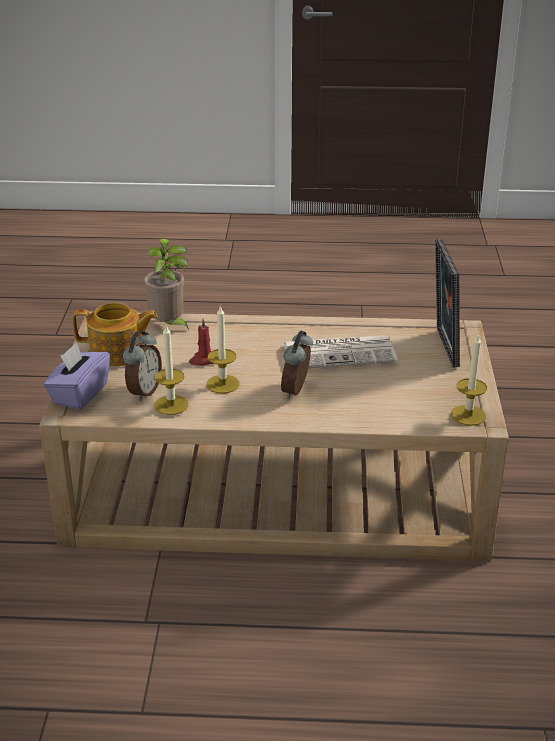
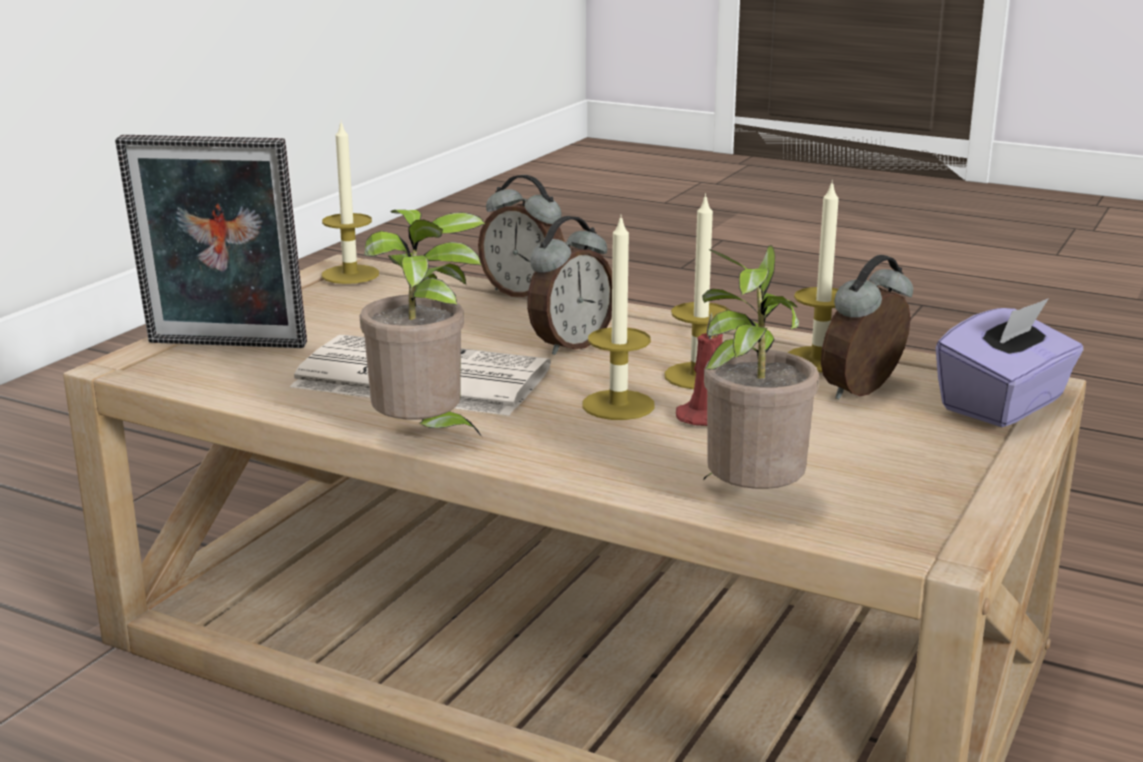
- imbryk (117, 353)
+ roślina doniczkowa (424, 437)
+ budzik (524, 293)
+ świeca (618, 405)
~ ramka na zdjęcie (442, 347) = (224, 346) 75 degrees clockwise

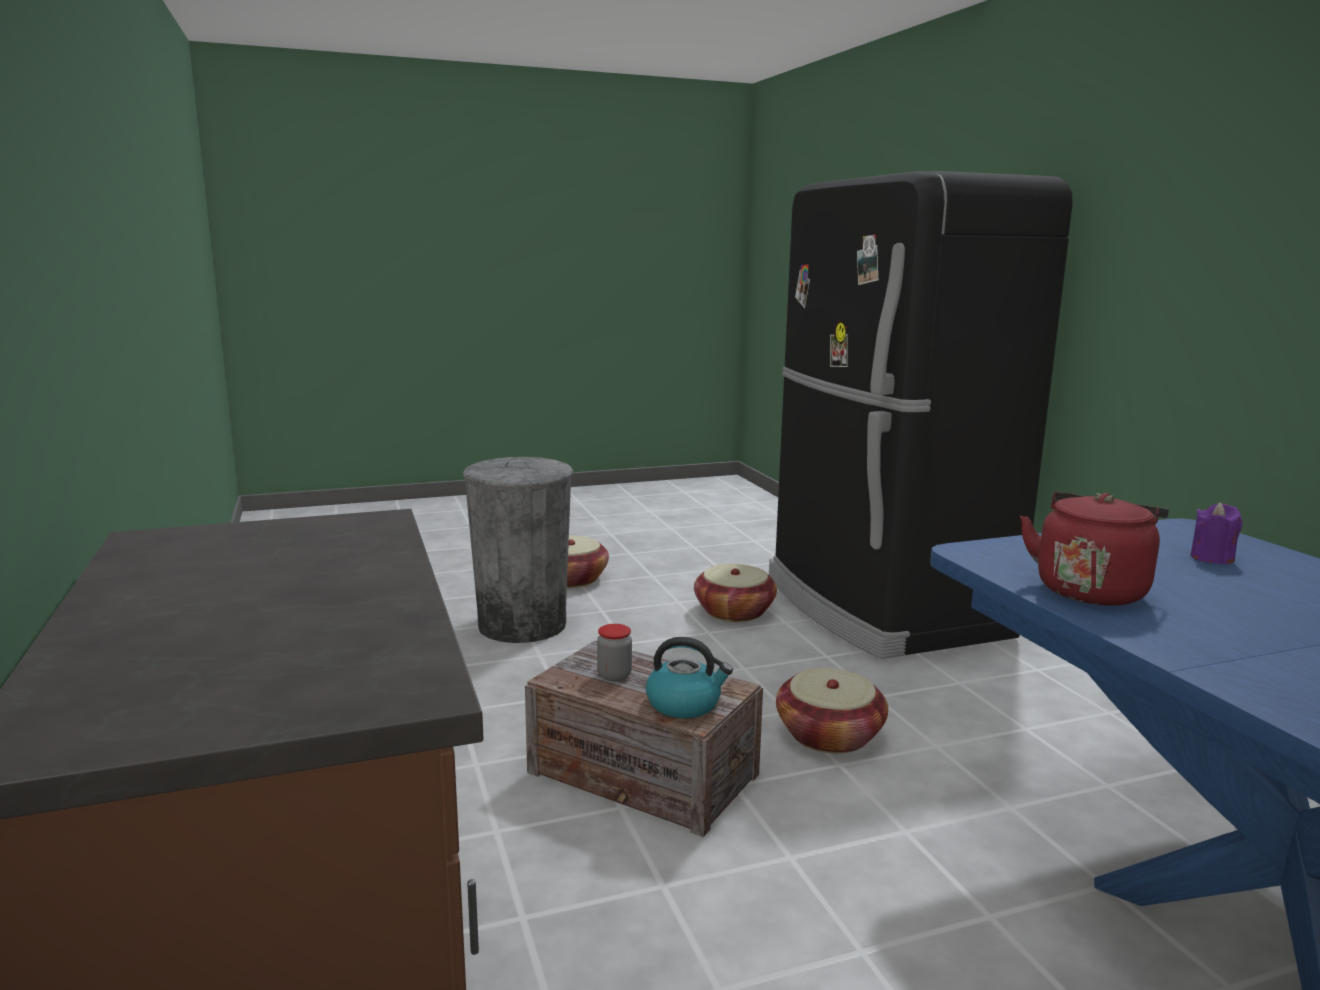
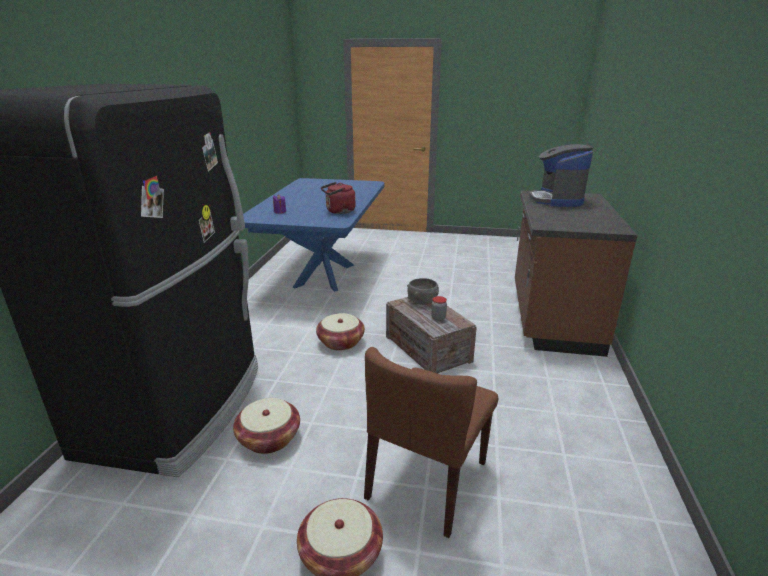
+ ekspres do kawy (556, 200)
~ kosz na śmieci [szary] (522, 624) to krzesło [brązowy] (427, 480)
~ czajnik (685, 704) to miska [szary] (422, 301)

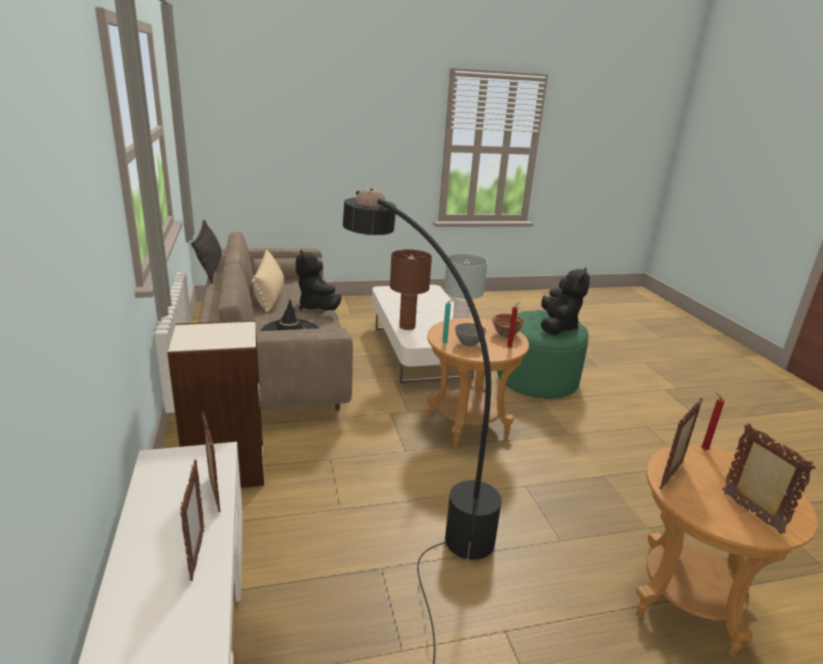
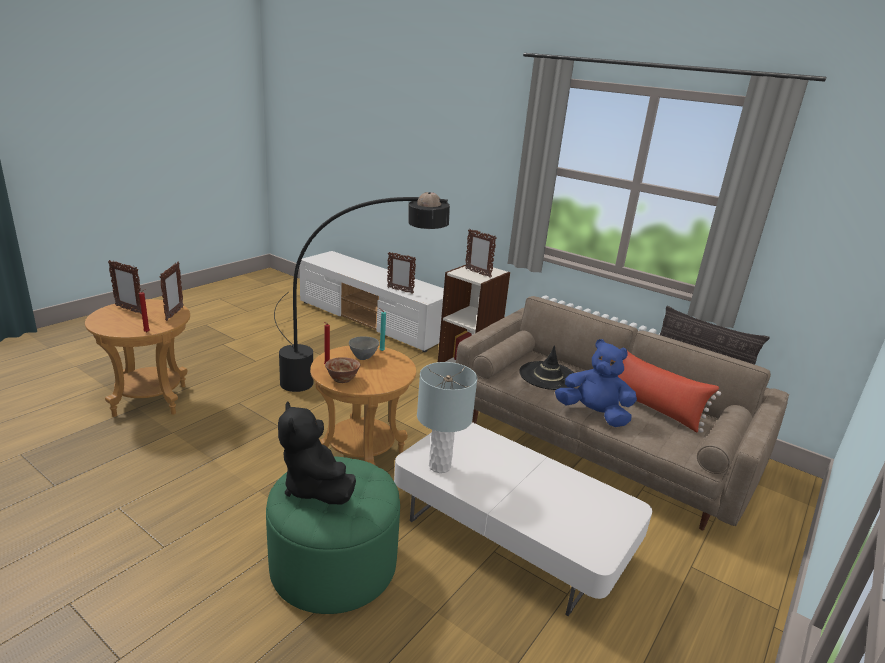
- lampa stołowa [brązowy] (407, 326)
~ ramka na zdjęcie (197, 555) to (477, 273)
~ poduszka [beżowy] (270, 296) to poduszka [czerwony] (654, 408)
~ pluszak [czarny] (317, 307) to pluszak [niebieski] (593, 414)

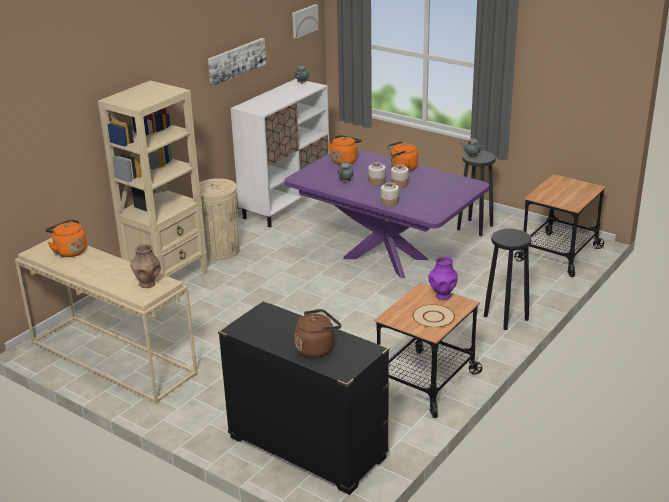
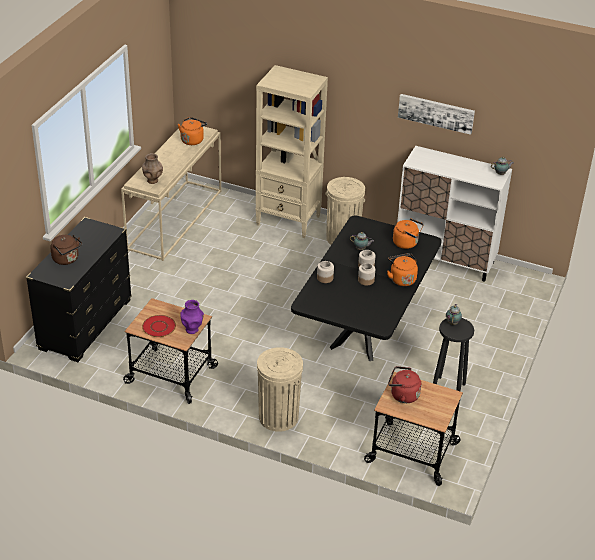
- obraz (304, 21)
+ czajnik [czerwony] (402, 395)
~ stołek [czarny] (505, 318) to kosz na śmieci [beżowy] (278, 417)
~ stół jadalny [fioletowy] (385, 258) to stół jadalny [czarny] (363, 333)
~ talerz [beżowy] (433, 317) to talerz [czerwony] (159, 327)

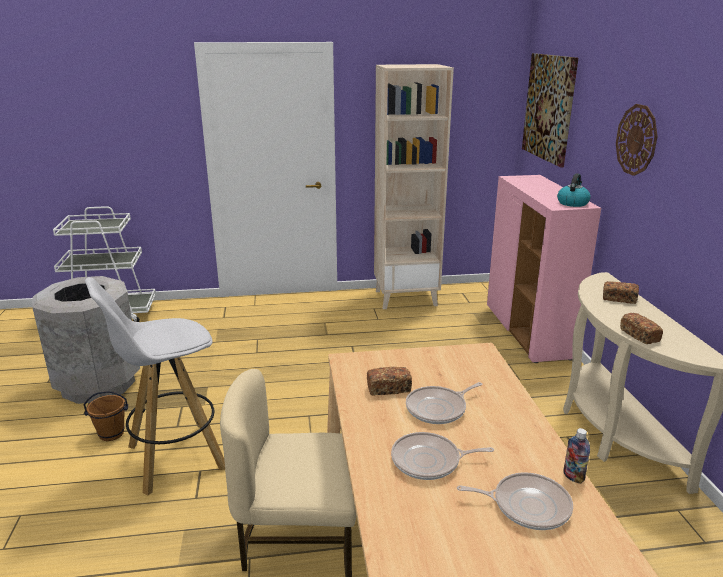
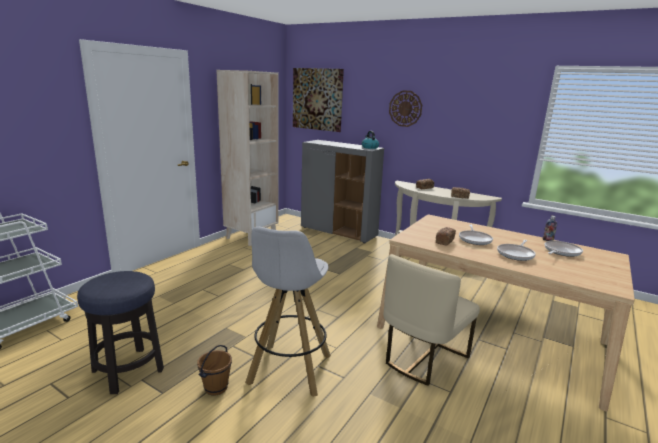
~ kosz na śmieci [szary] (98, 383) to stołek (128, 370)
~ szafka [różowy] (528, 332) to szafka [szary] (339, 232)

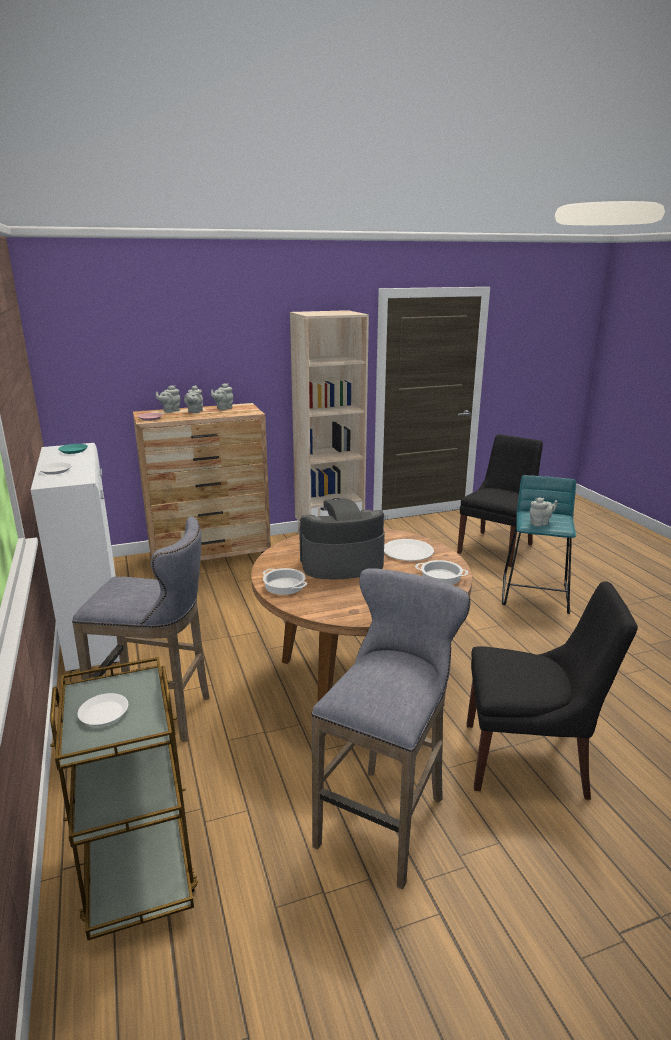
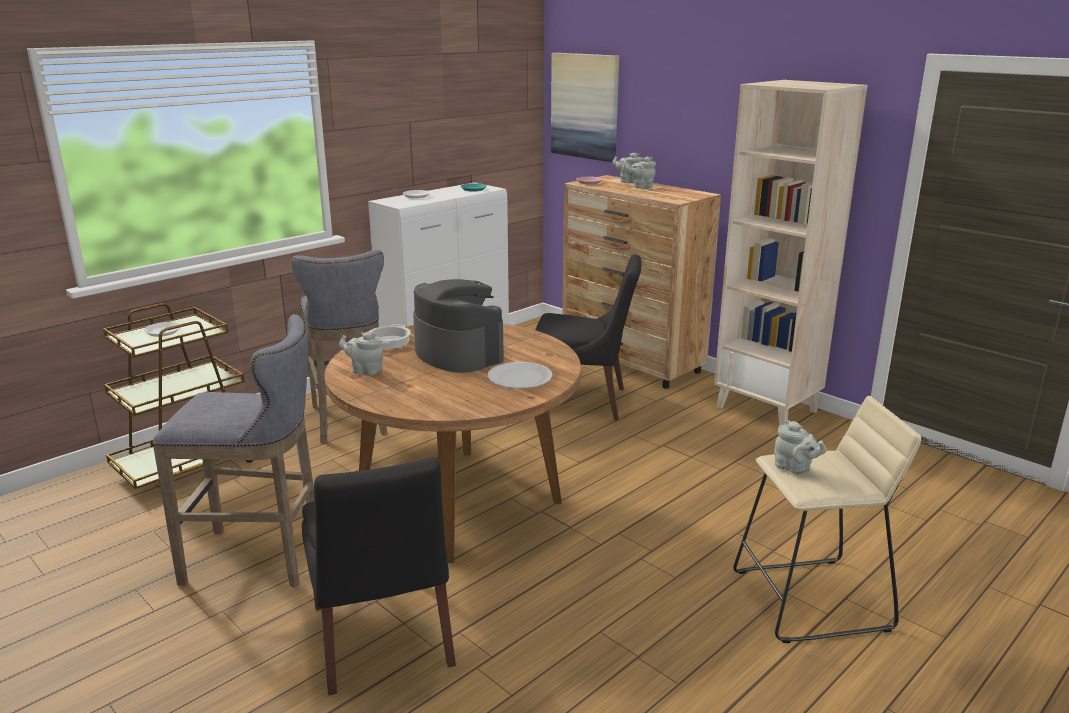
- garnek (441, 576)
+ obraz (585, 106)
~ imbryk [szary] (223, 408) to (365, 370)
~ krzesło [czarny] (496, 547) to (583, 402)
~ stołek [turkusowy] (535, 594) to stołek [beżowy] (811, 600)

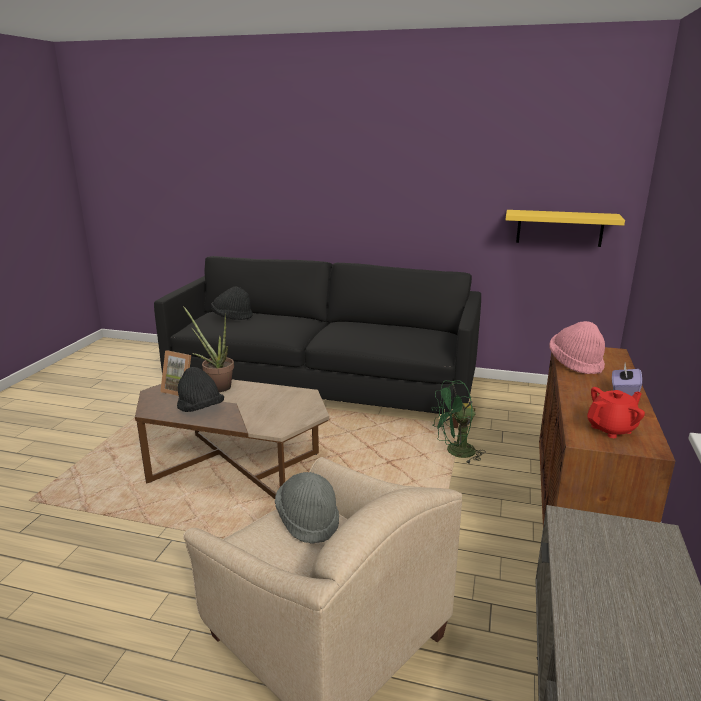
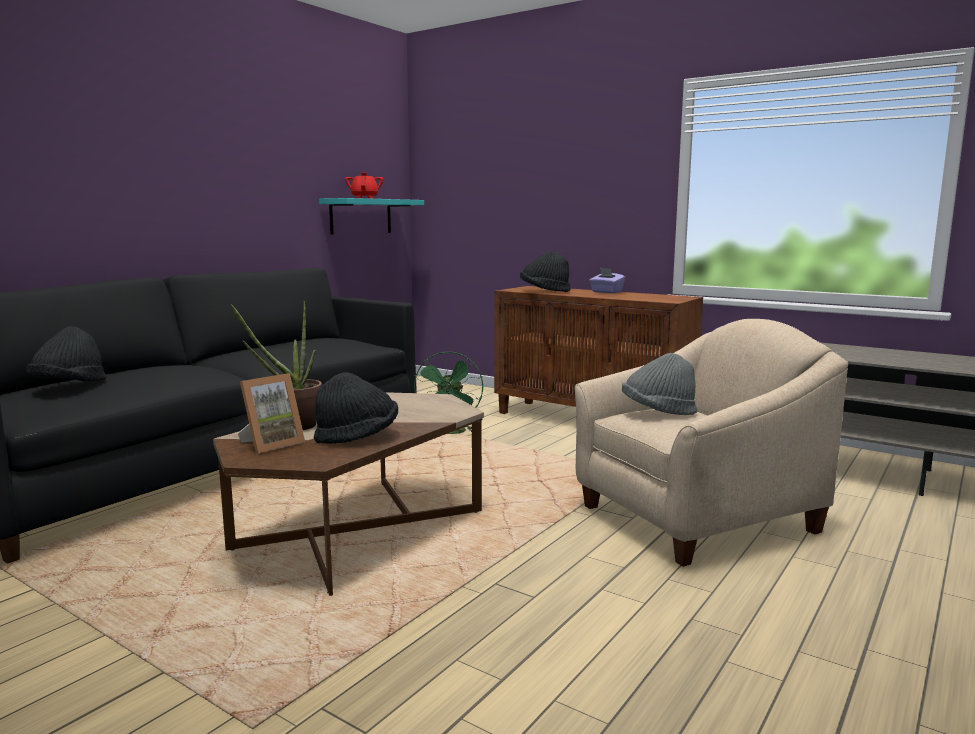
~ imbryk [czerwony] (611, 429) to (365, 198)
~ półka [żółty] (559, 228) to półka [turkusowy] (361, 216)
~ kapelusz [różowy] (575, 363) to kapelusz [czarny] (544, 291)

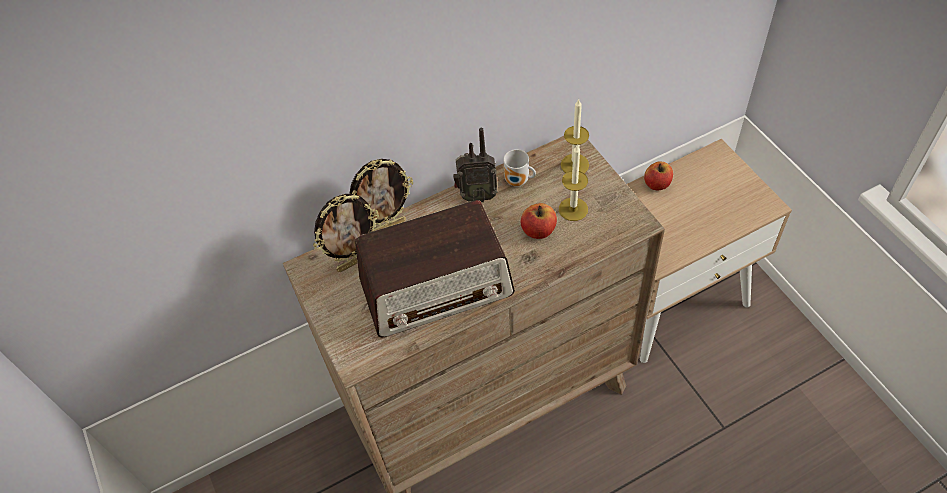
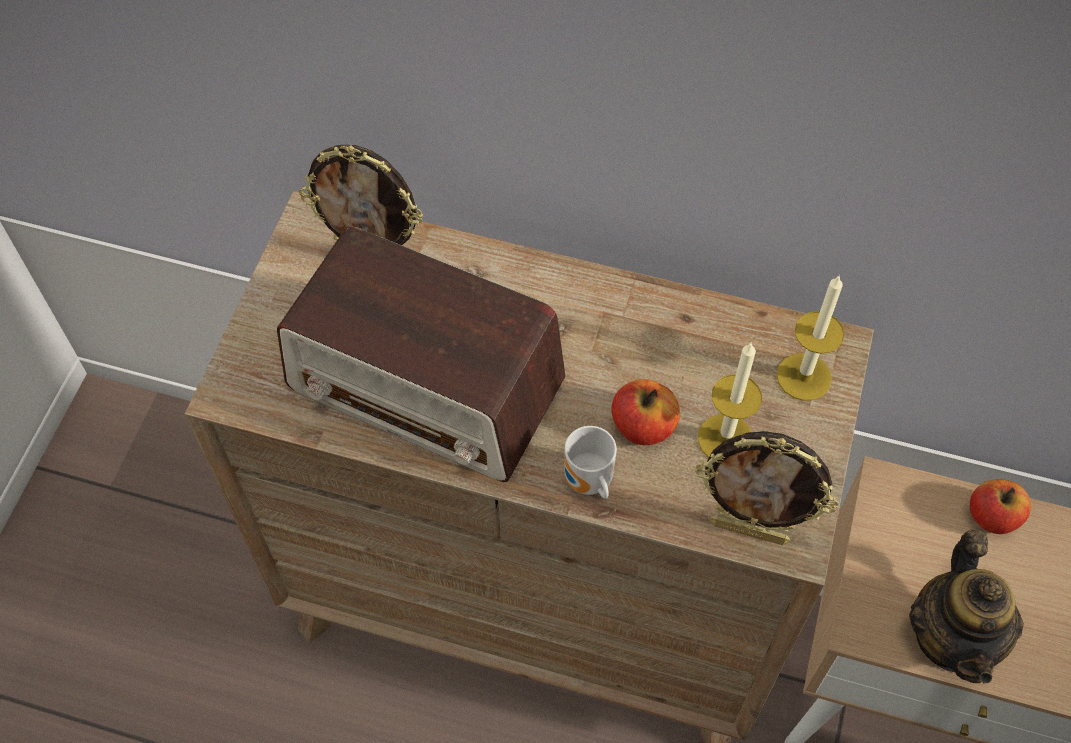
- radio (476, 196)
+ imbryk (951, 637)
~ ramka na zdjęcie (387, 227) to (750, 530)
~ kubek (518, 182) to (587, 483)

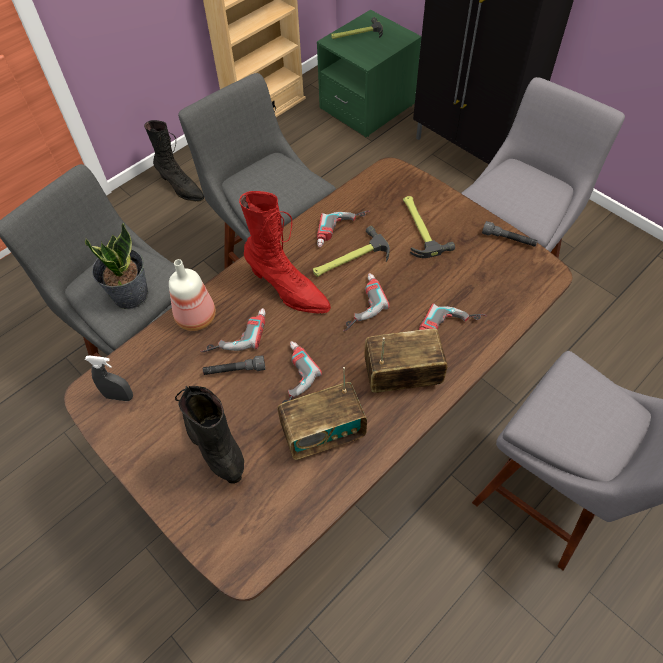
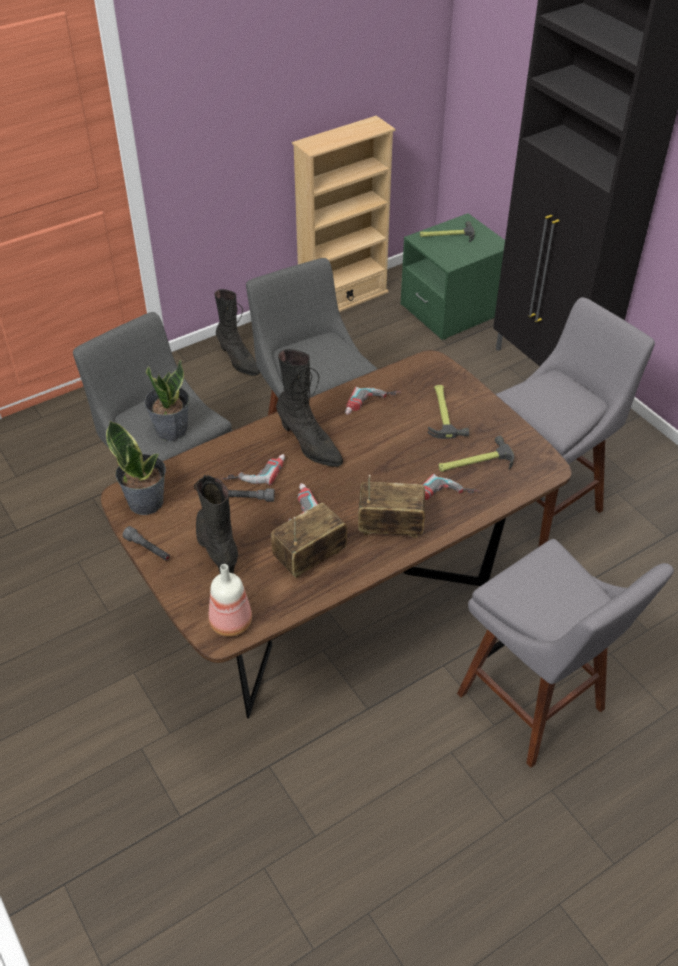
- wiertarka (358, 304)
~ butelka (197, 318) to (231, 623)
~ młotek (349, 259) to (474, 462)
~ latarka [szary] (508, 239) to (148, 549)
~ spryskiwacz [szary] (119, 396) to roślina doniczkowa (146, 501)
~ but z cholewką [czerwony] (287, 290) to but z cholewką [czarny] (309, 445)
~ radio (323, 433) = (310, 557) 150 degrees clockwise

